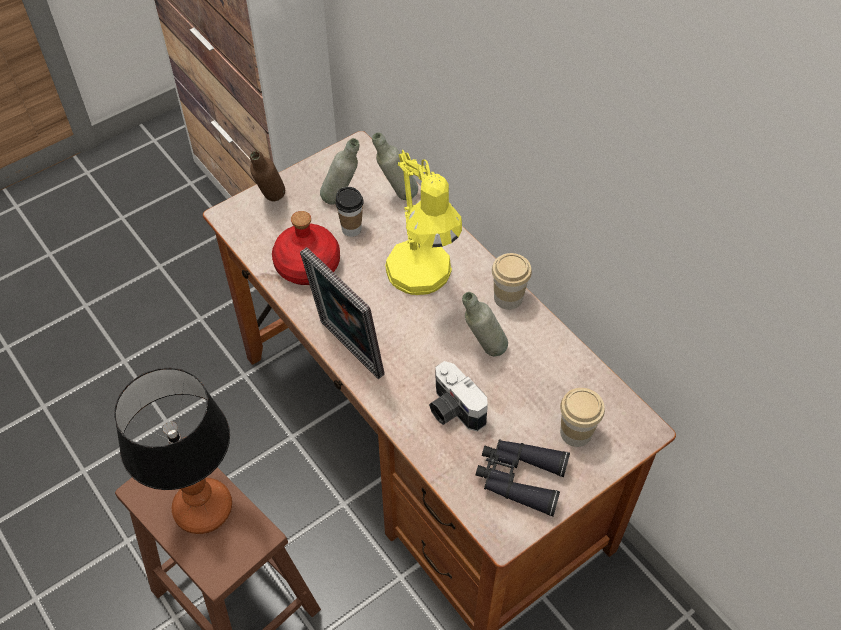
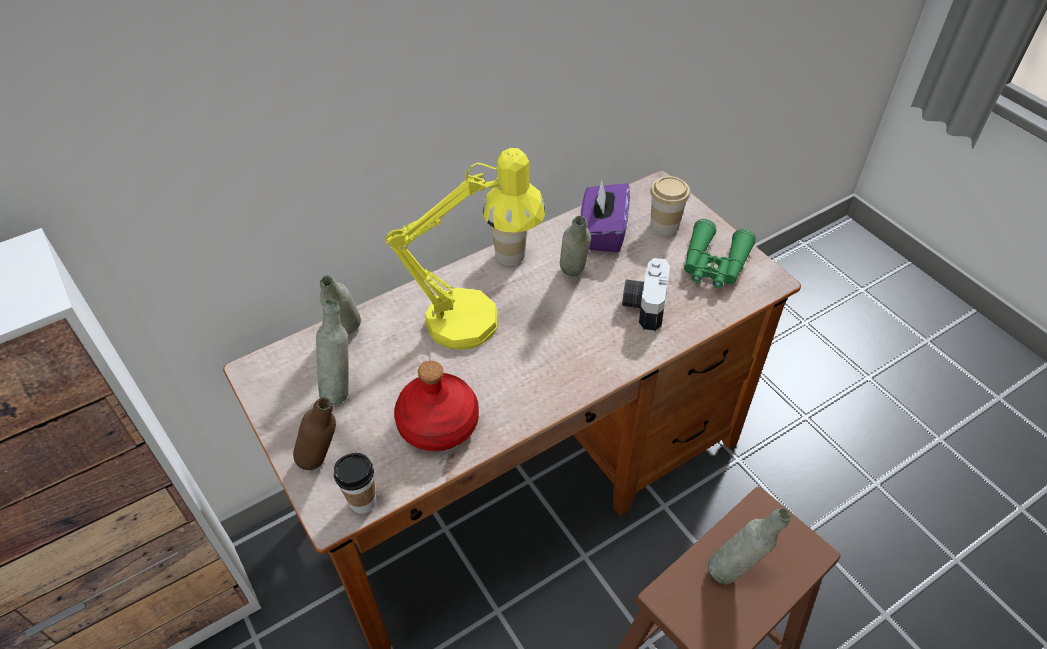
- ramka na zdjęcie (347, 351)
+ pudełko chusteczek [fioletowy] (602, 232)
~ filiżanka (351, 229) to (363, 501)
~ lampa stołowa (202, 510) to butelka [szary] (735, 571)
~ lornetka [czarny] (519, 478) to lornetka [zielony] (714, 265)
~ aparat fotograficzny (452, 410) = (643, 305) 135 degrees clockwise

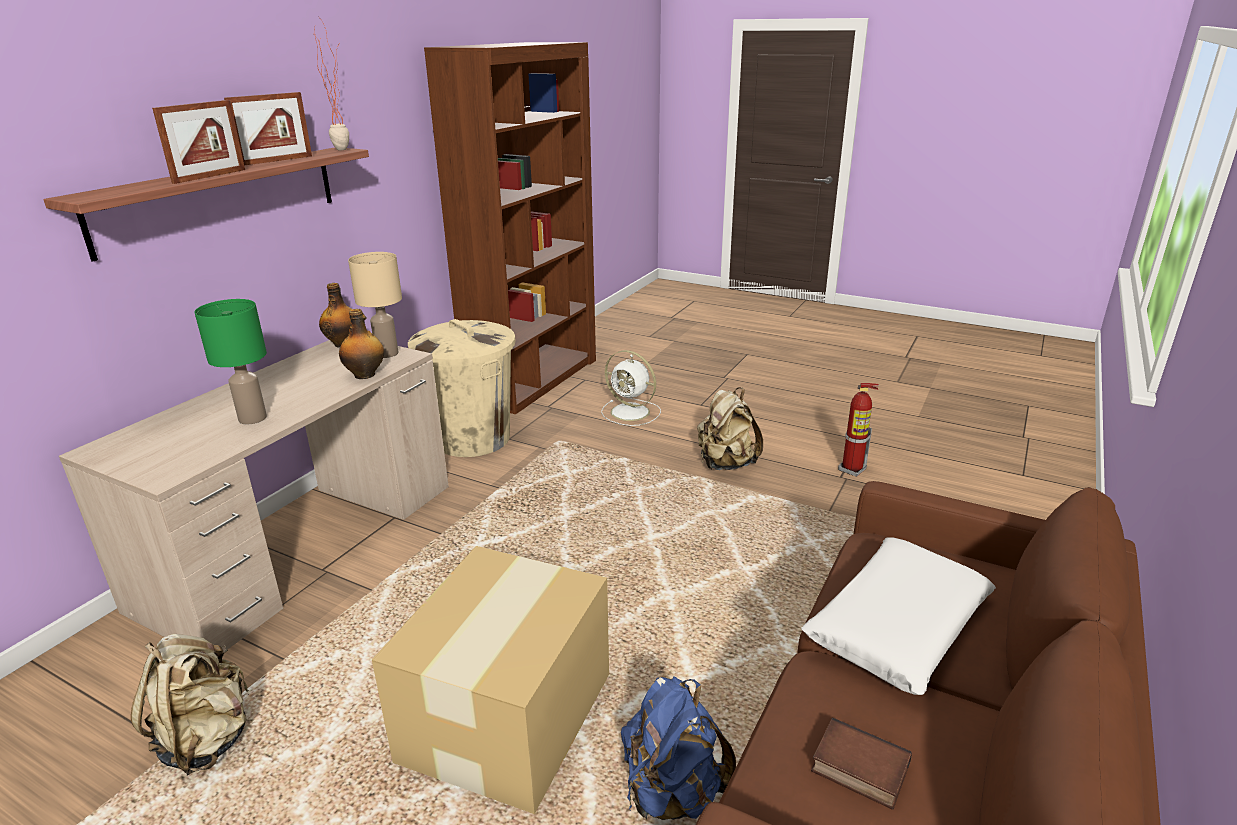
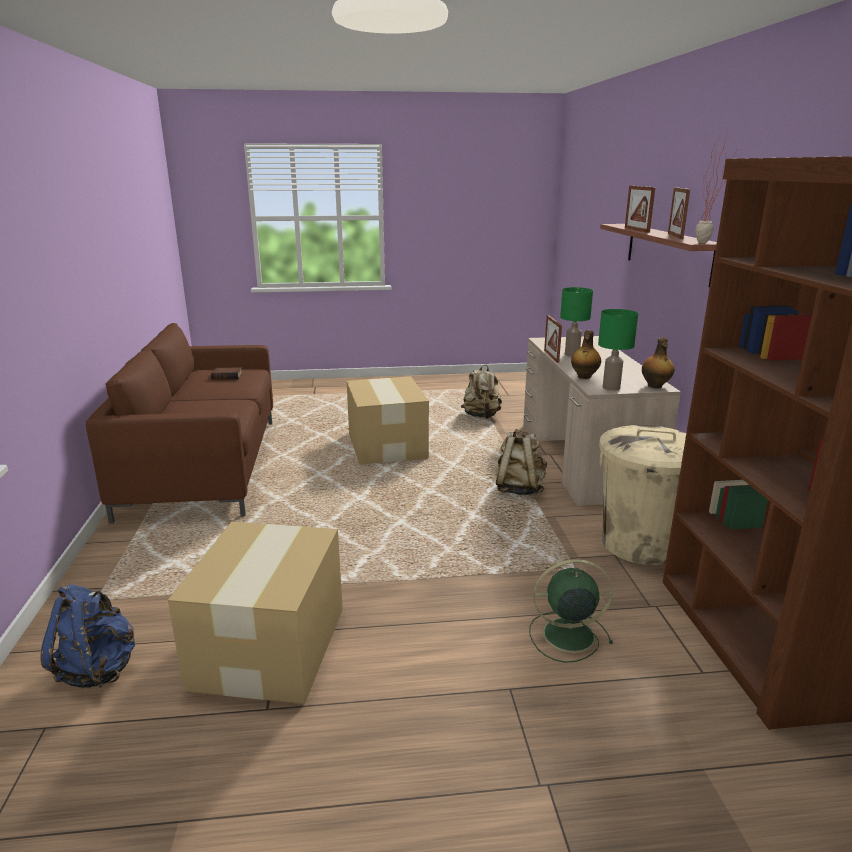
- poduszka [biały] (897, 626)
+ ramka na zdjęcie (551, 356)
~ plecak [niebieski] (672, 791) to (98, 669)
~ plecak [beżowy] (725, 464) to (519, 489)
~ gaśnica (852, 469) to karton (268, 648)
~ lampa stołowa [beżowy] (386, 354) to lampa stołowa [zielony] (611, 387)
~ wentylator [biały] (631, 412) to wentylator [zielony] (566, 635)

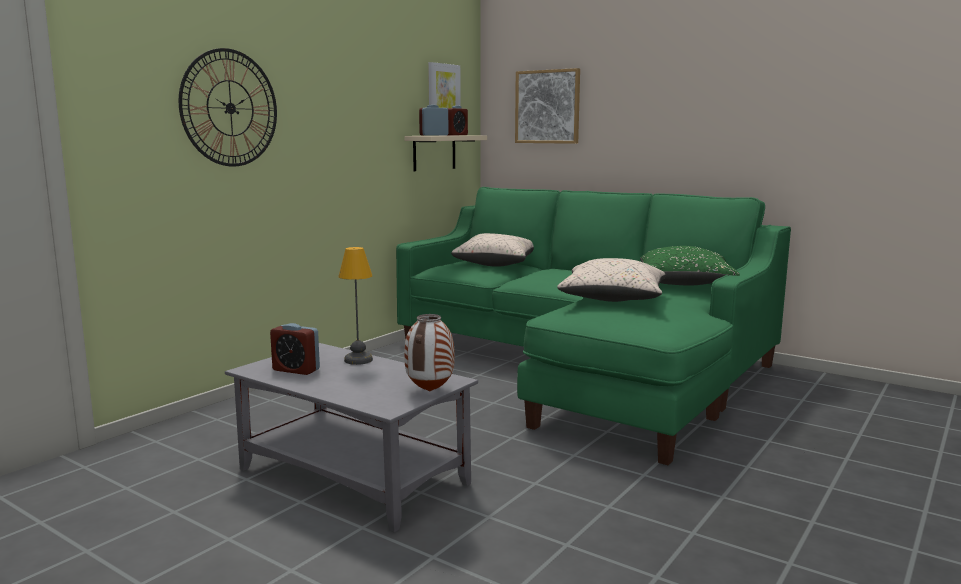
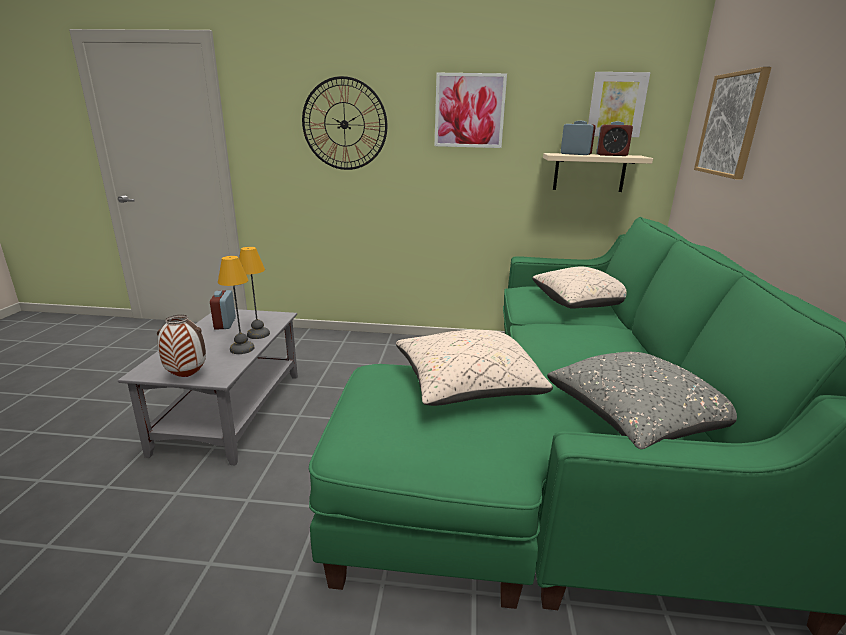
+ lampa stołowa (241, 349)
+ obraz (469, 111)
~ poduszka [zielony] (685, 284) to poduszka [szary] (638, 419)

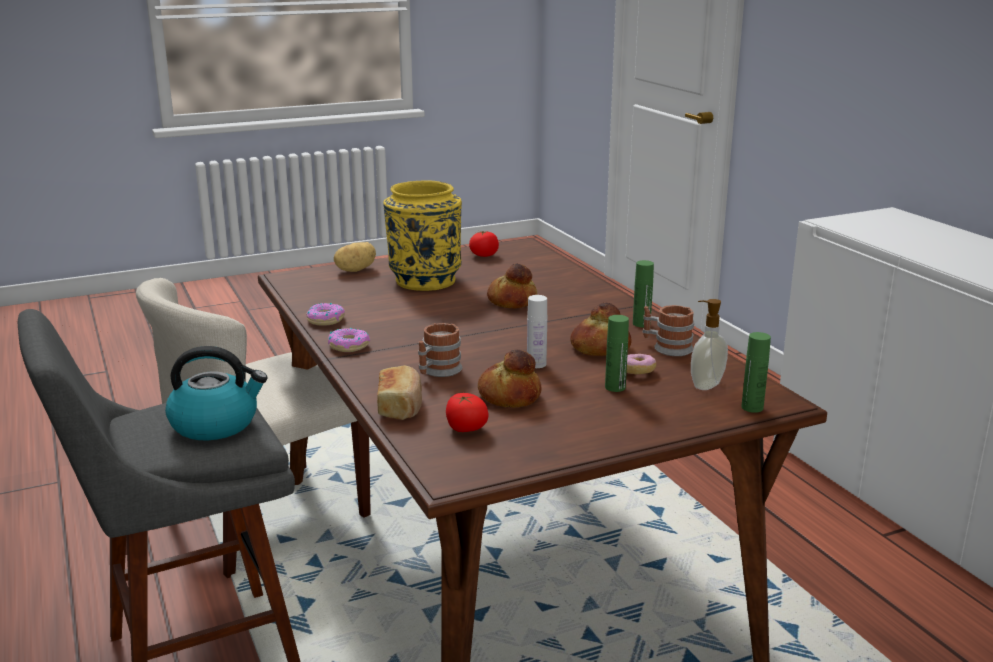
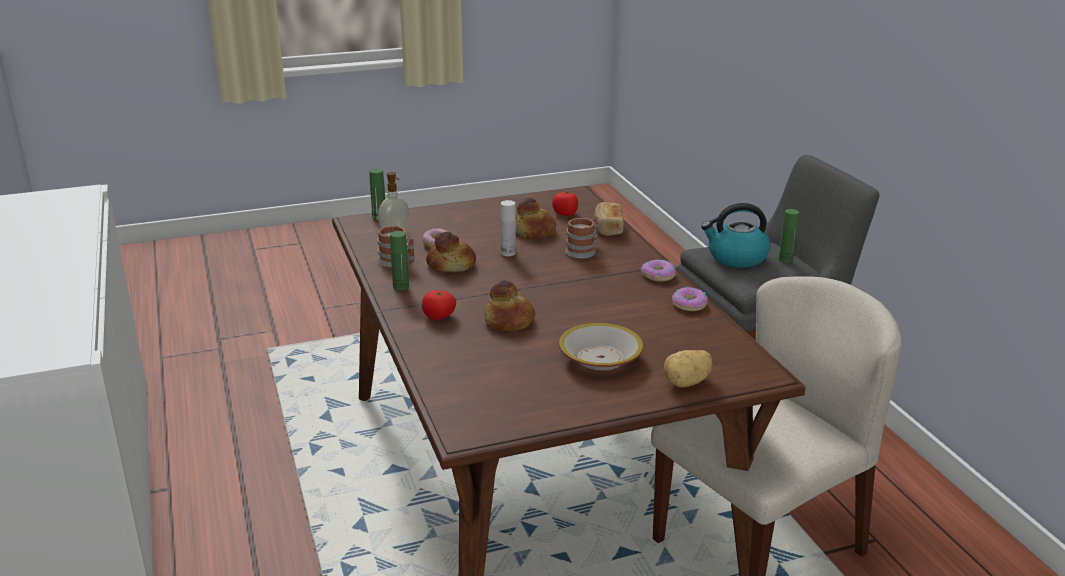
~ pomidor (483, 255) to (439, 316)
~ butelka [zielony] (615, 387) to (785, 259)
~ wazon [żółty] (424, 280) to miska (601, 358)

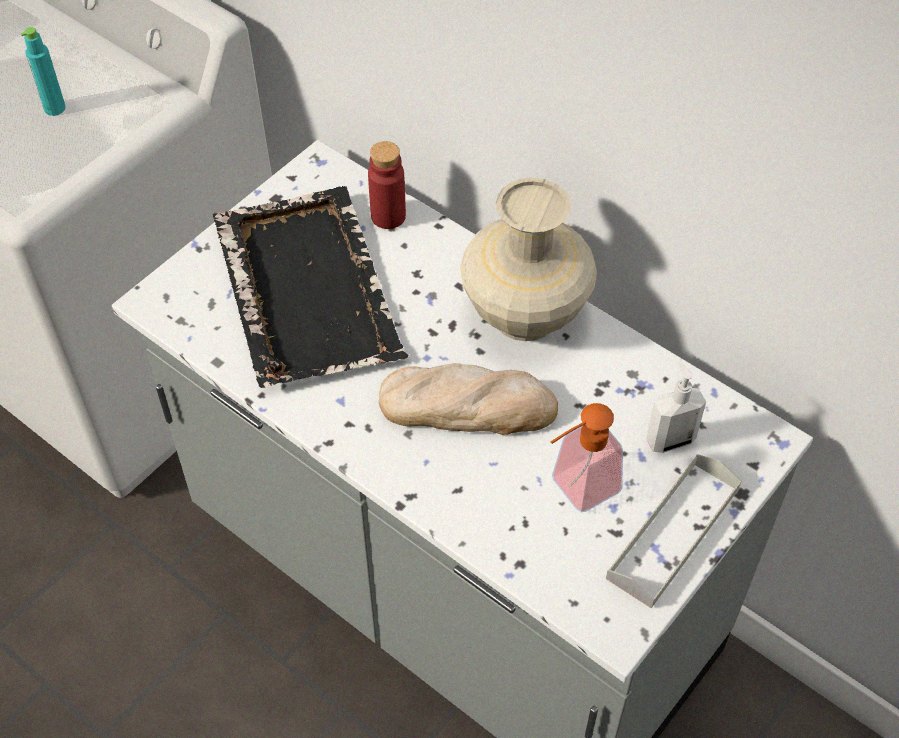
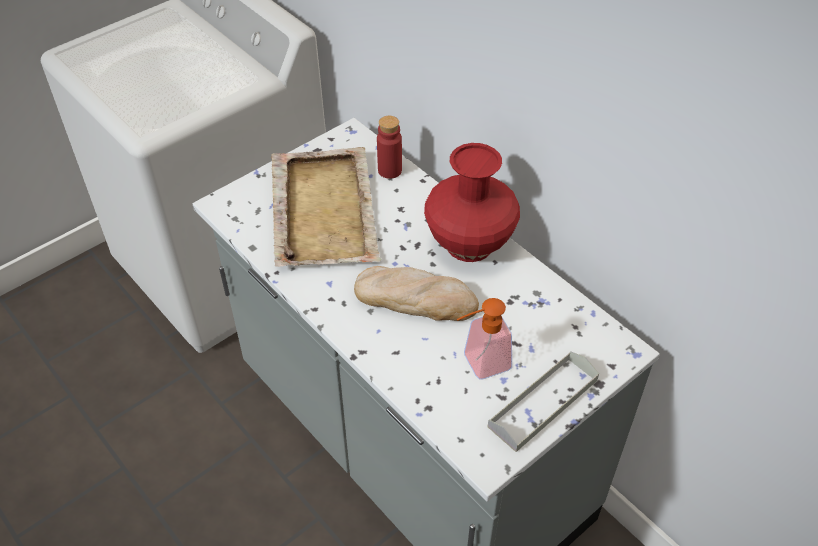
- butelka [turkusowy] (55, 108)
- dozownik mydła (670, 439)
~ taca [czarny] (307, 288) to taca [beżowy] (324, 209)
~ wazon [beżowy] (523, 315) to wazon [czerwony] (468, 244)

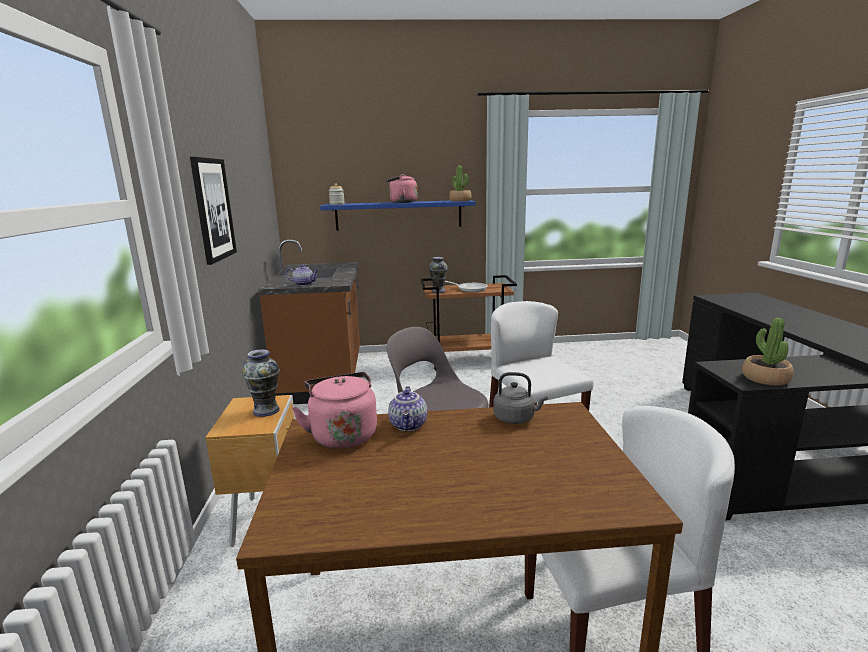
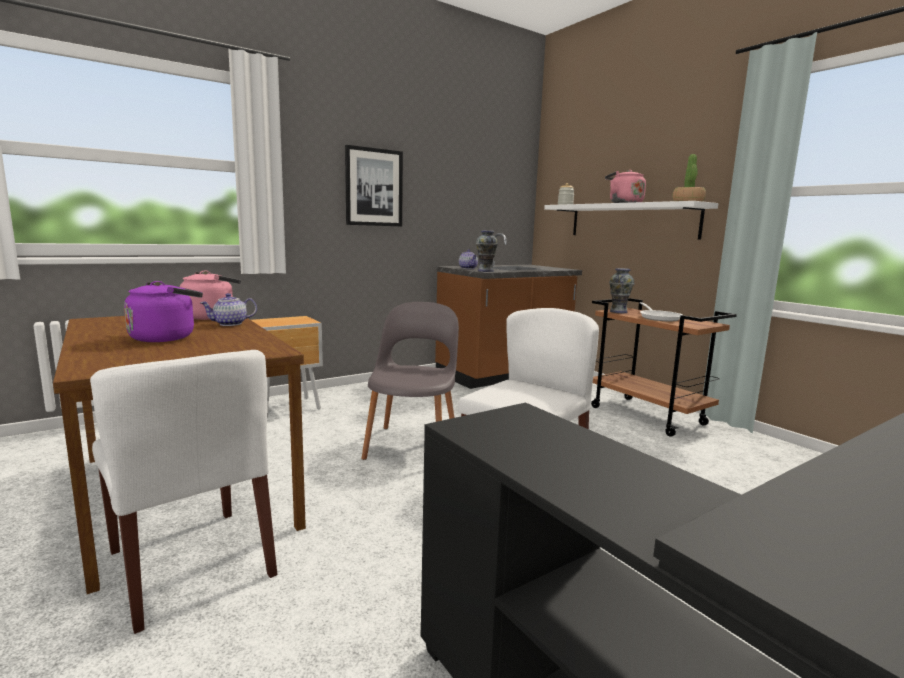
- czajnik [szary] (516, 418)
- roślina doniczkowa (765, 378)
+ czajnik [fioletowy] (166, 337)
~ wazon (266, 410) to (486, 271)
~ półka [niebieski] (398, 215) to półka [biały] (631, 221)

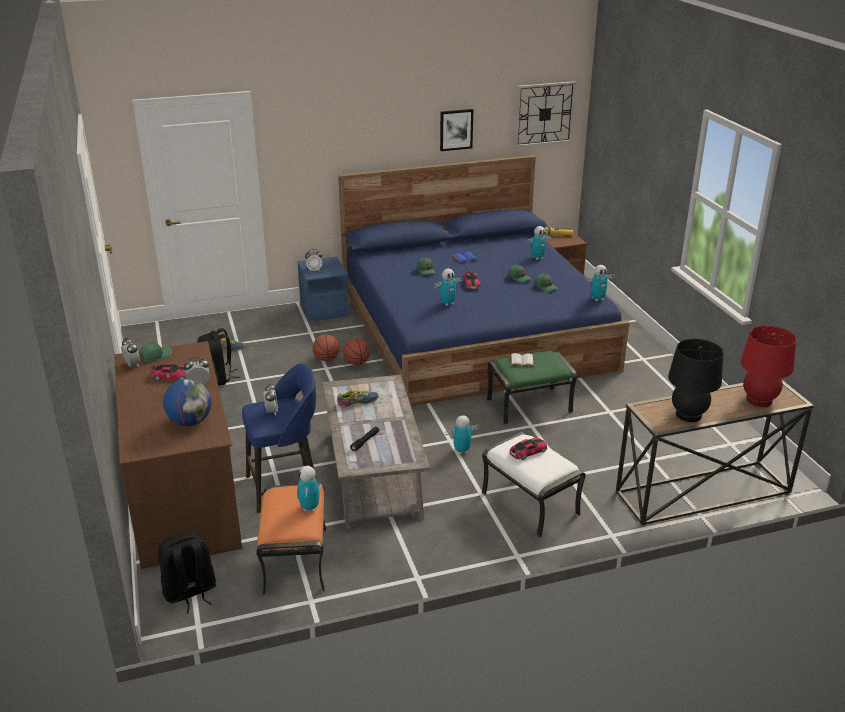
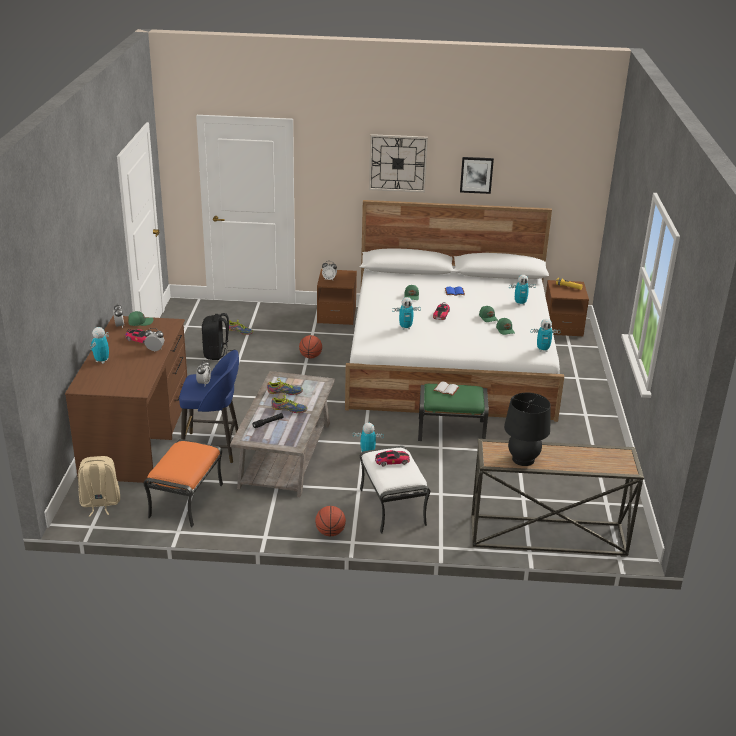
- globus (190, 421)
- lampa stołowa [czerwony] (759, 400)
+ but (289, 409)
~ robot zabawkowy (309, 508) to (101, 361)
~ piłka do koszykówki (357, 363) to (330, 533)
~ zegar ścienny (544, 114) to (398, 163)
~ plecak [czarny] (190, 593) to plecak [beżowy] (100, 503)
~ szafka nocna [niebieski] (324, 310) to szafka nocna [brązowy] (336, 315)
~ łóżko [niebieski] (473, 331) to łóżko [biały] (450, 359)

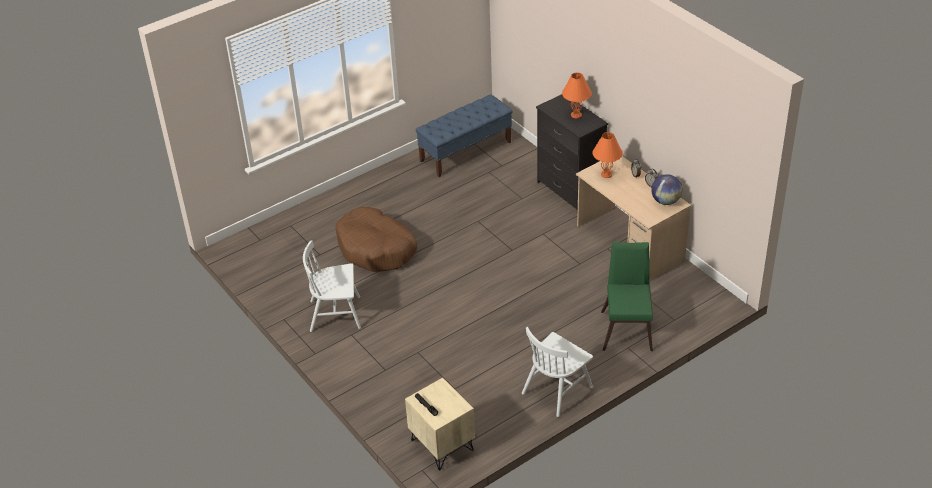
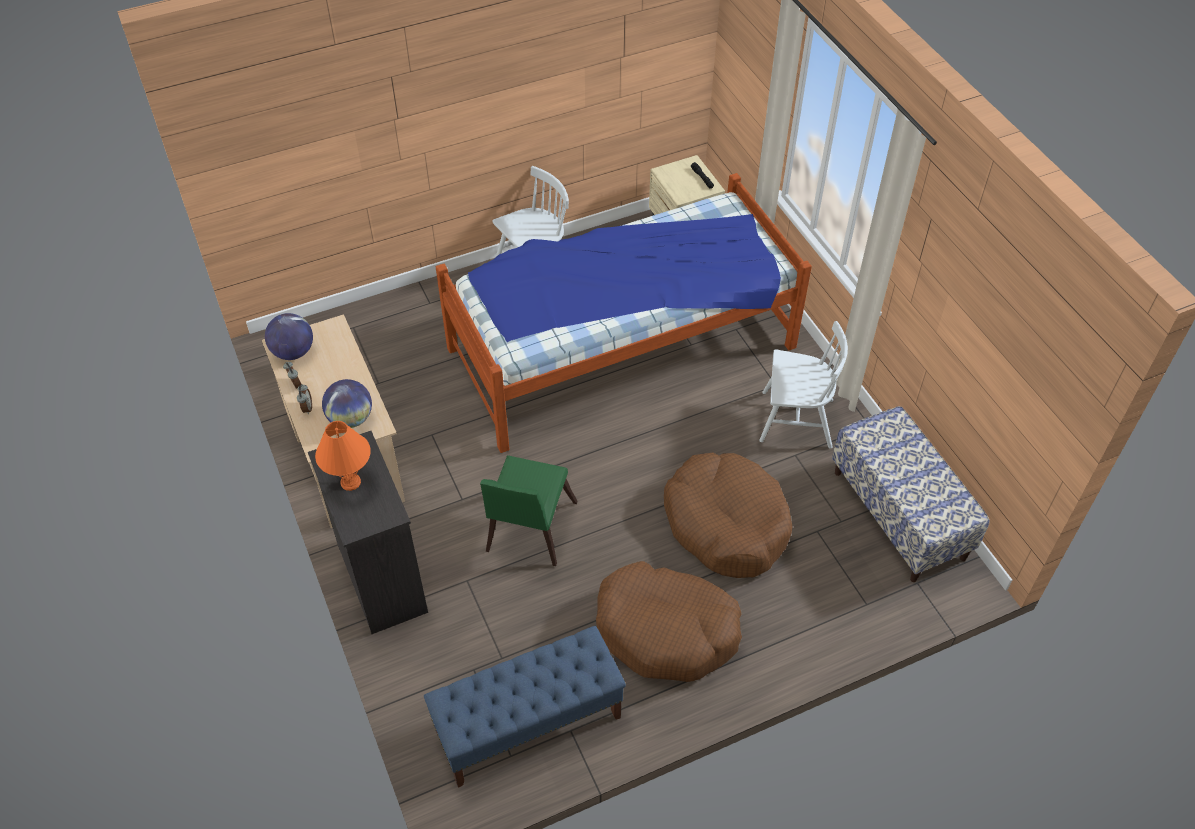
+ łóżko (620, 347)
+ legowisko [brązowy] (666, 630)
+ ławka (899, 514)
~ krzesło [zielony] (627, 327) to (528, 531)
~ lampa stołowa [pomarańczowy] (606, 174) to globus (351, 419)

